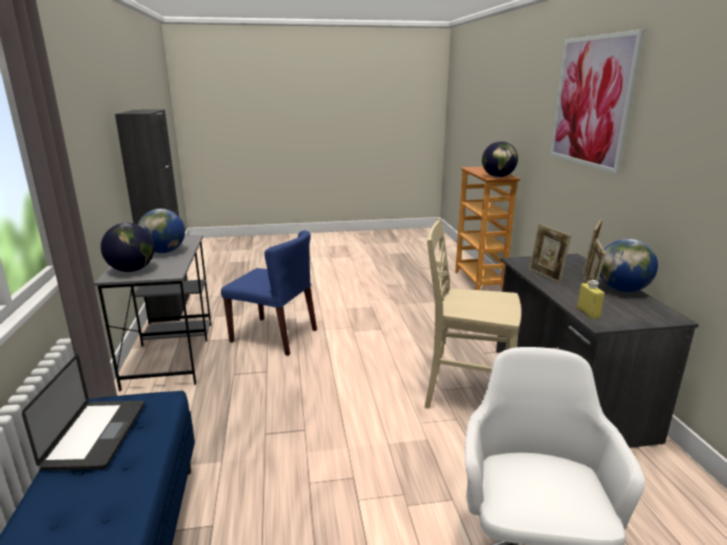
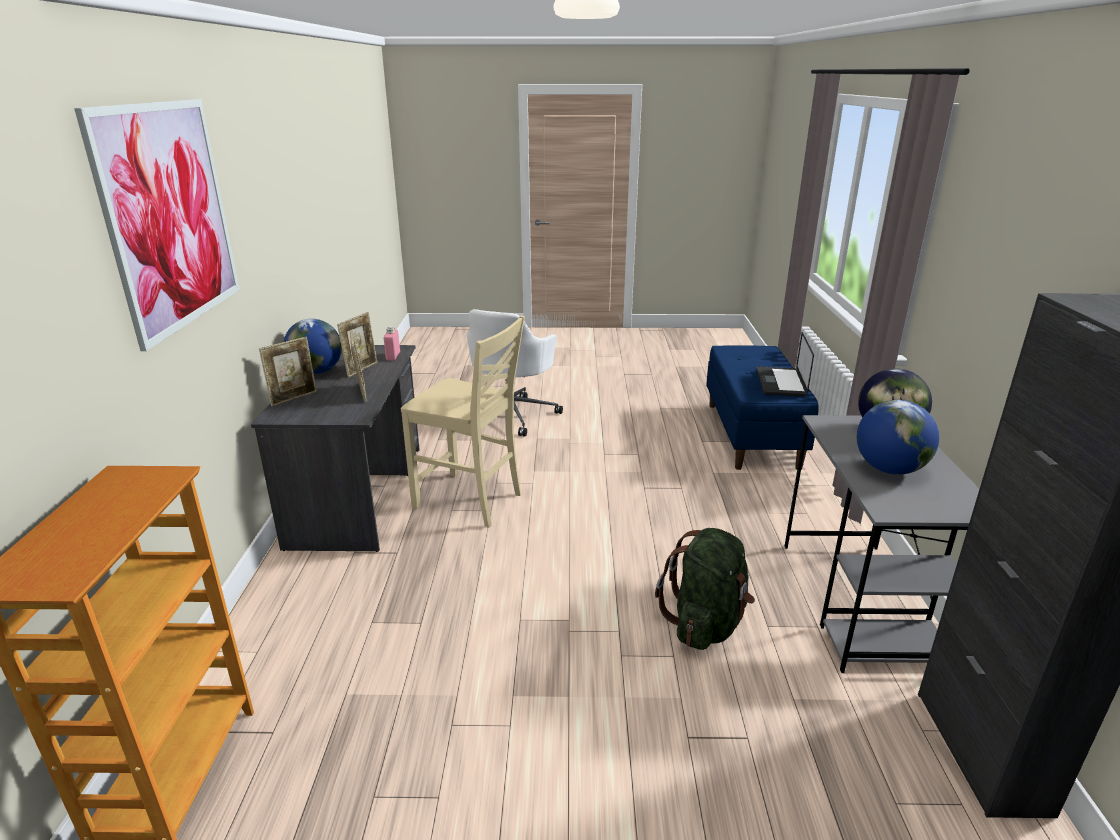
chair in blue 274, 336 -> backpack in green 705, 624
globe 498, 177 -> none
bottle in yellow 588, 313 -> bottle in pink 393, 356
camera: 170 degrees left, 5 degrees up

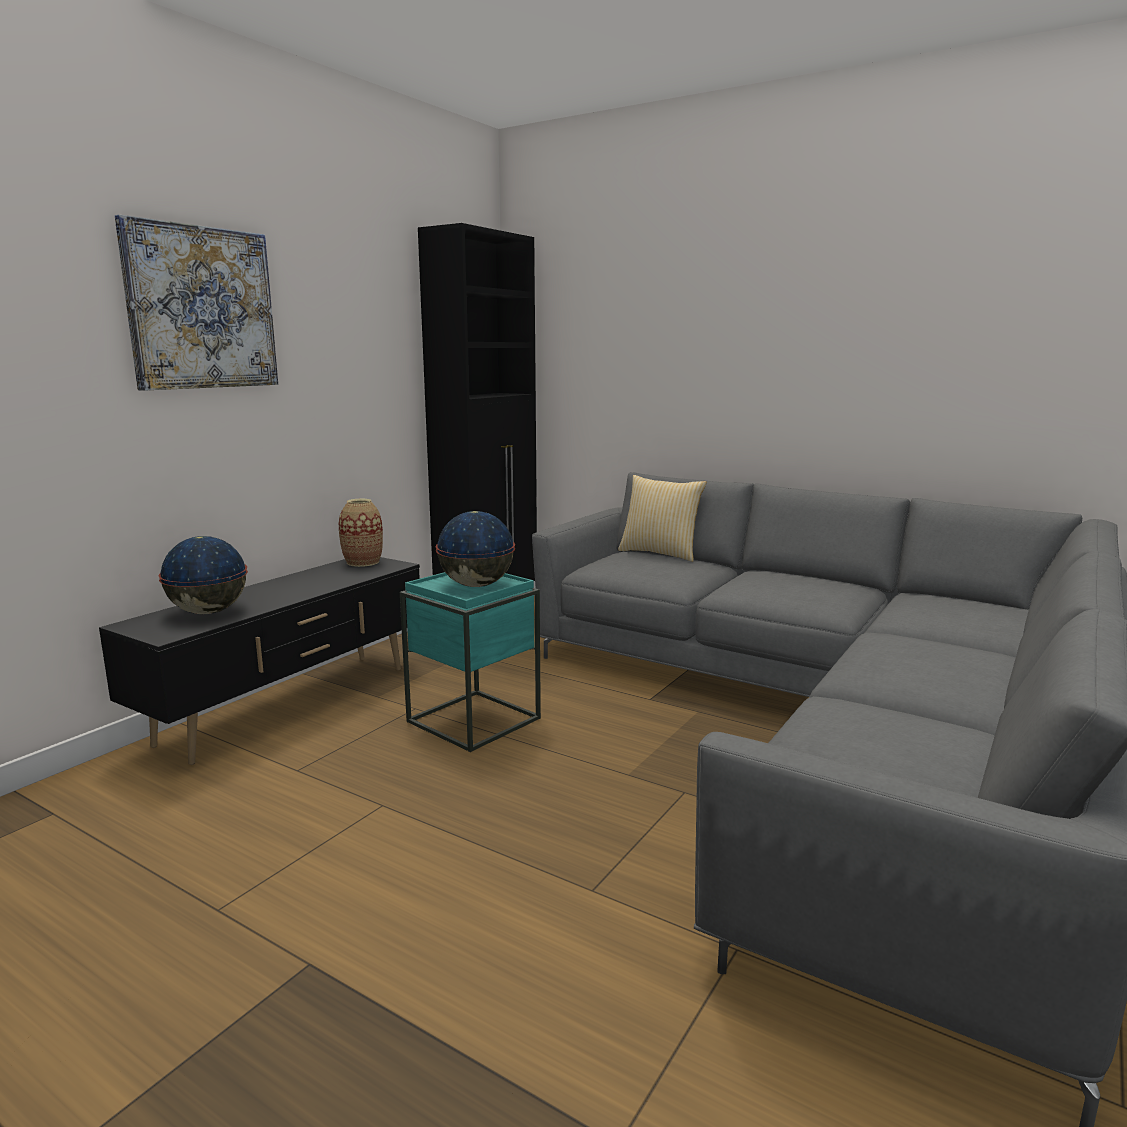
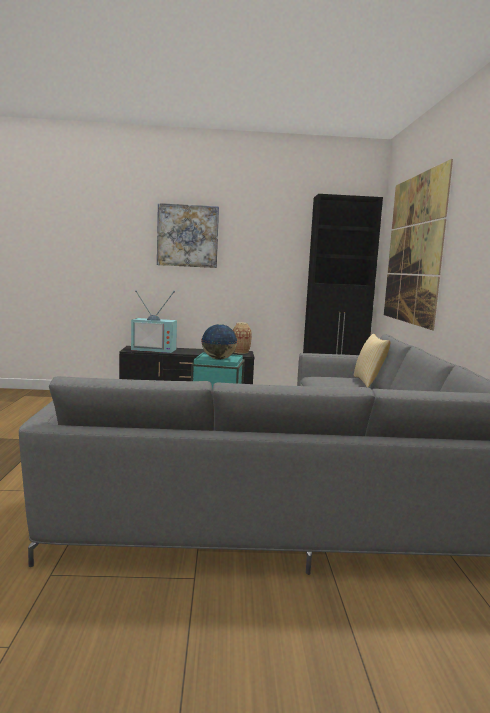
globe 208, 612 -> television 155, 349
none -> picture 413, 249
camera: 55 degrees right, 5 degrees down

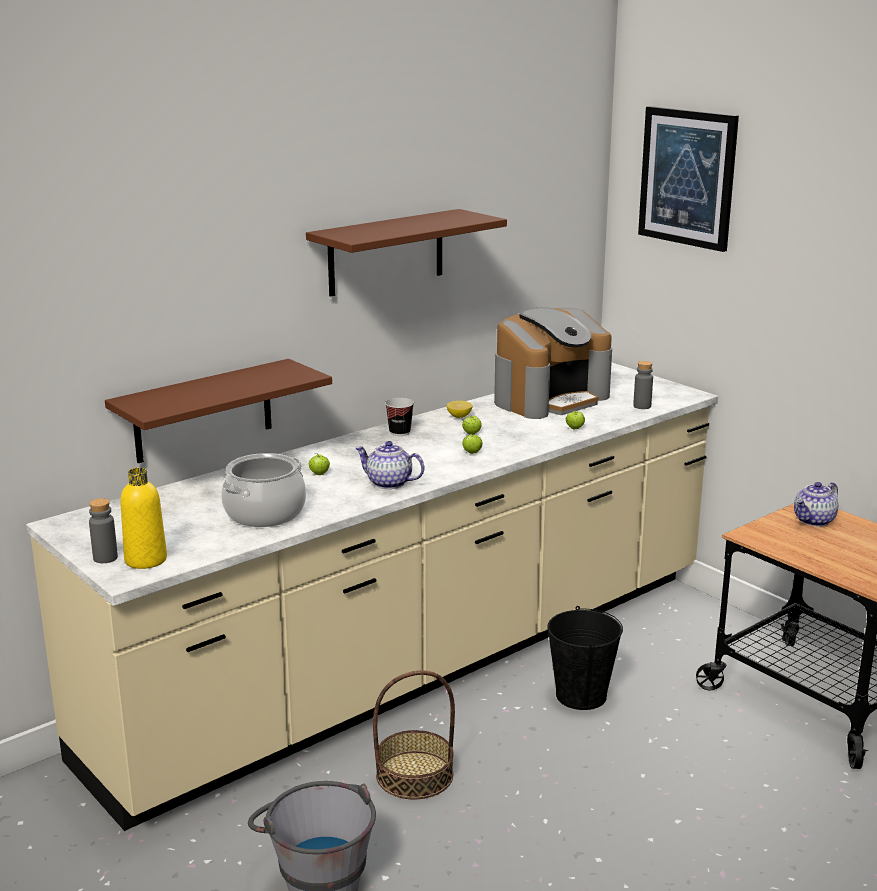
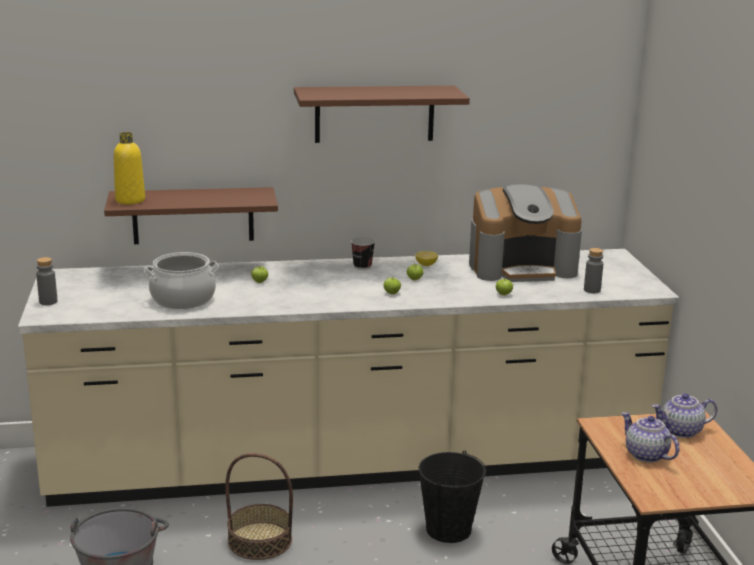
bottle in yellow 146, 560 -> bottle in yellow 130, 200, moved
teapot 388, 483 -> teapot 645, 455, moved
picture 687, 177 -> none
camera: 30 degrees right, 0 degrees up

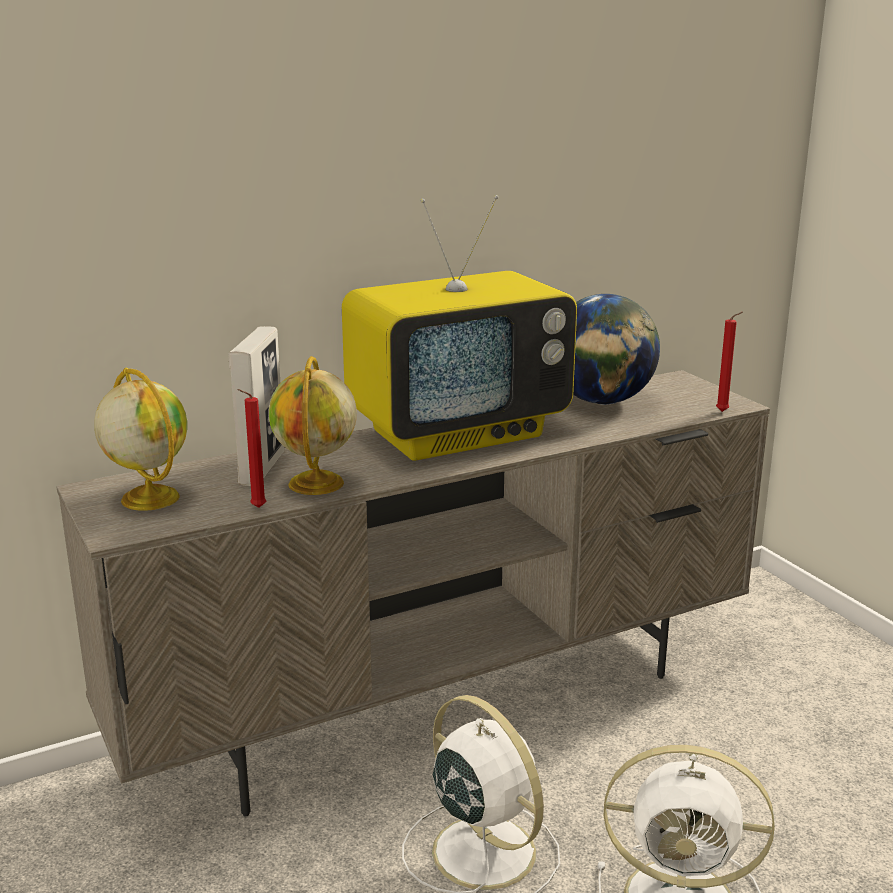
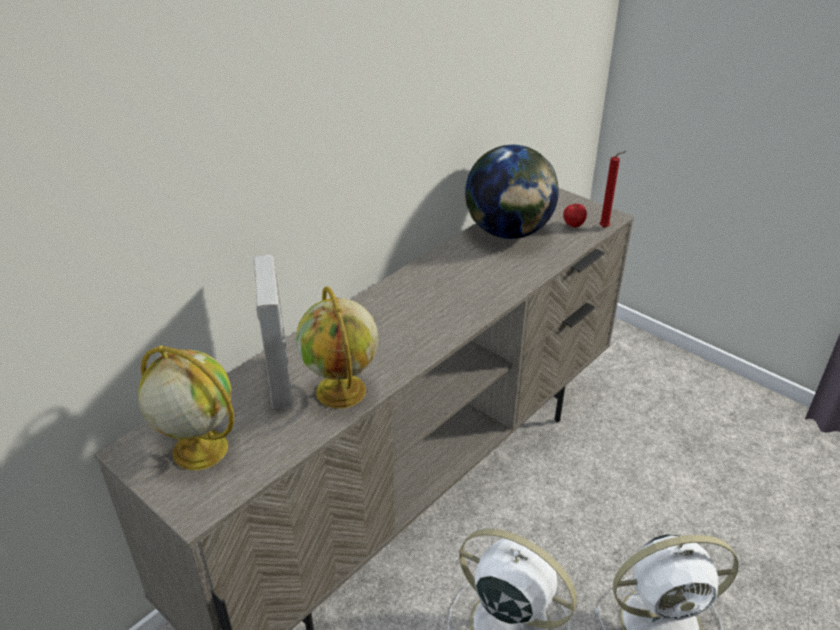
candle in red 256, 508 -> none
television 458, 433 -> none
none -> apple 573, 226
camera: 20 degrees left, 15 degrees up

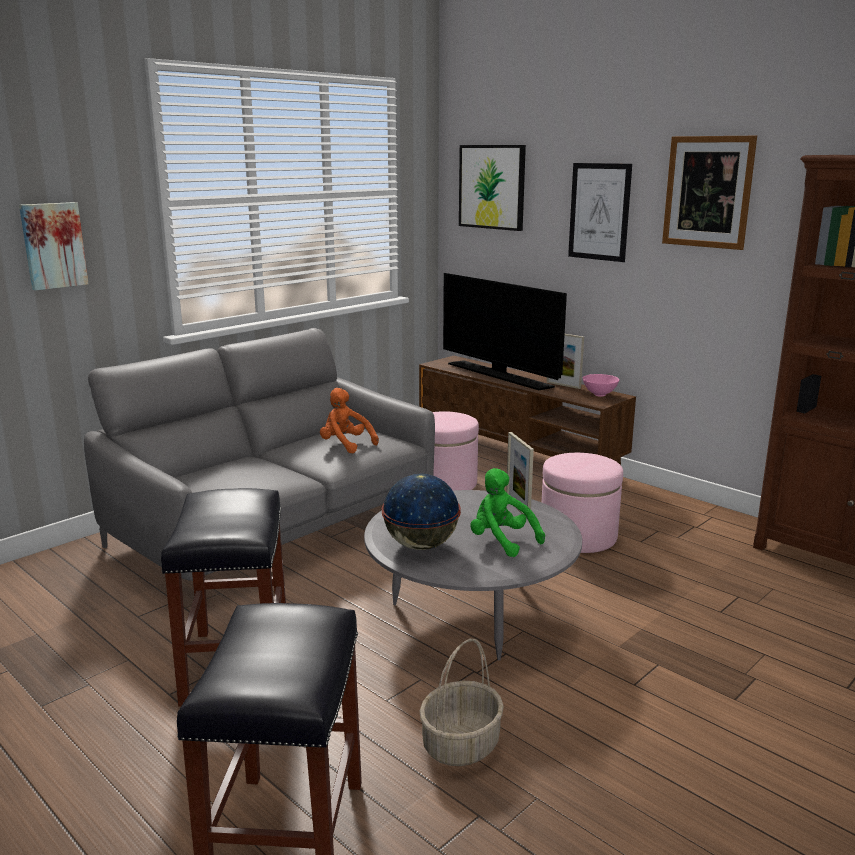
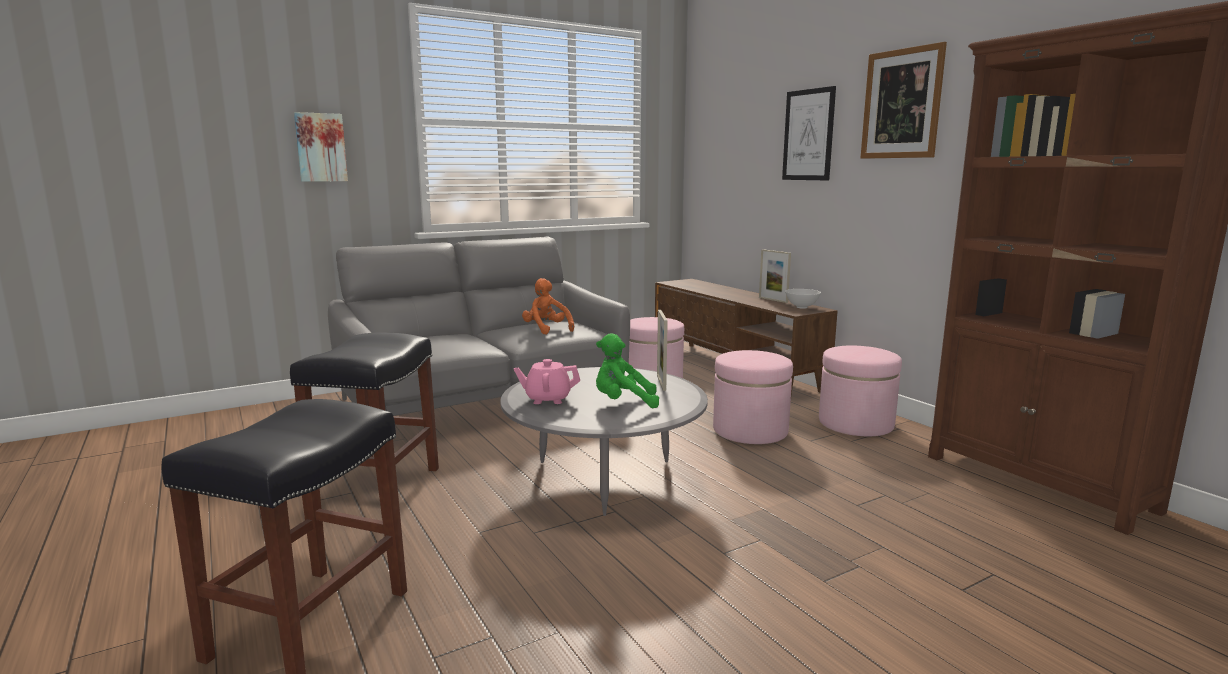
globe 421, 545 -> teapot in pink 547, 399
basket 461, 745 -> none
television 500, 375 -> none
picture 492, 187 -> none
plush toy in green 501, 541 -> plush toy in green 623, 403, 60 degrees counterclockwise
bowl in pink 600, 394 -> bowl in white 802, 307
none -> ottoman in pink 855, 423
camera: 15 degrees right, 5 degrees down

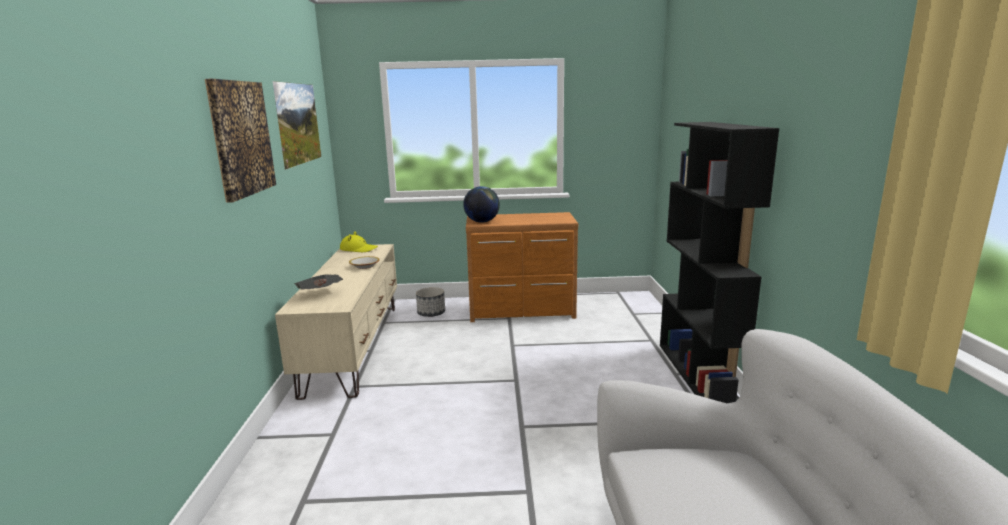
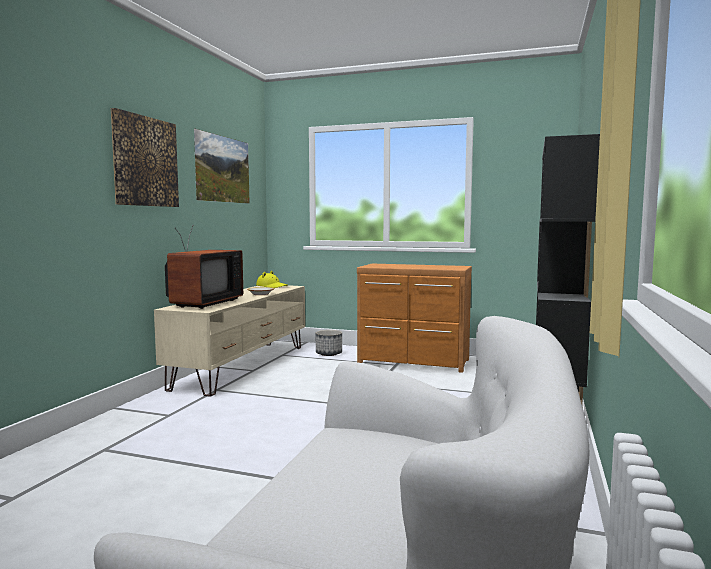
newspaper 320, 294 -> television 202, 303
globe 482, 222 -> none
camera: 20 degrees right, 10 degrees down

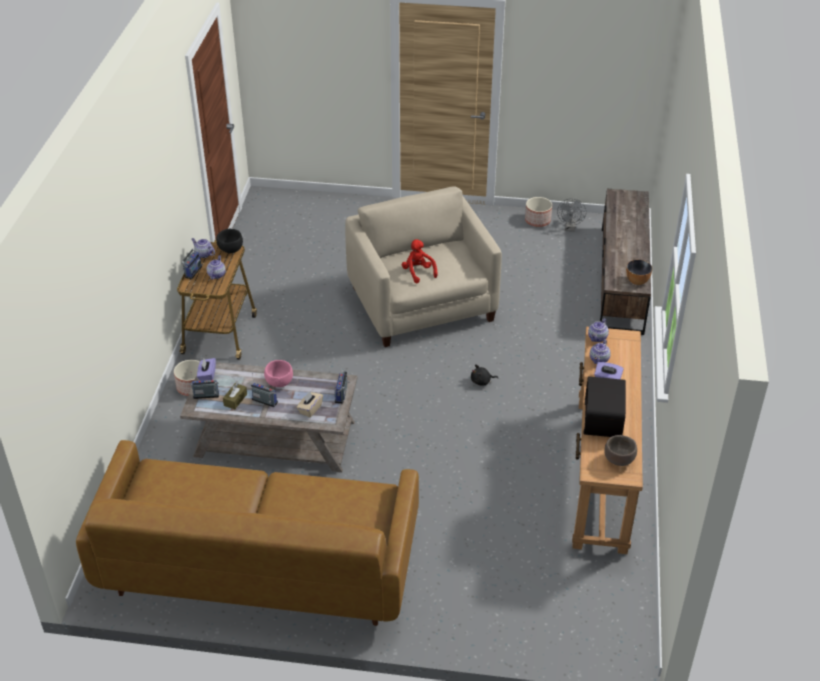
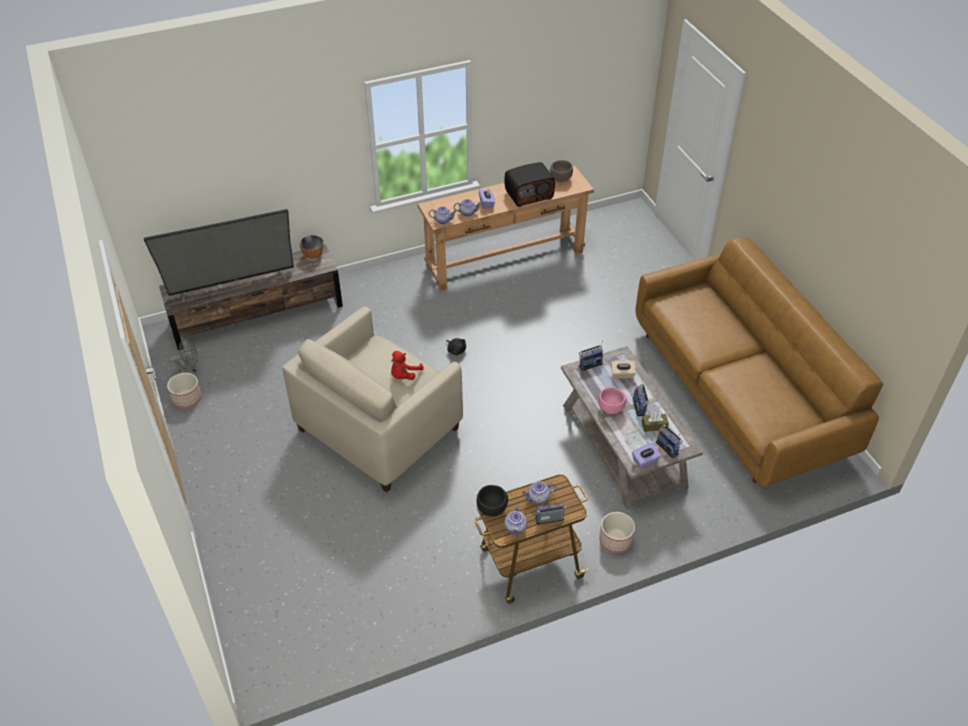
none -> television 232, 283
camera: 120 degrees left, 5 degrees up

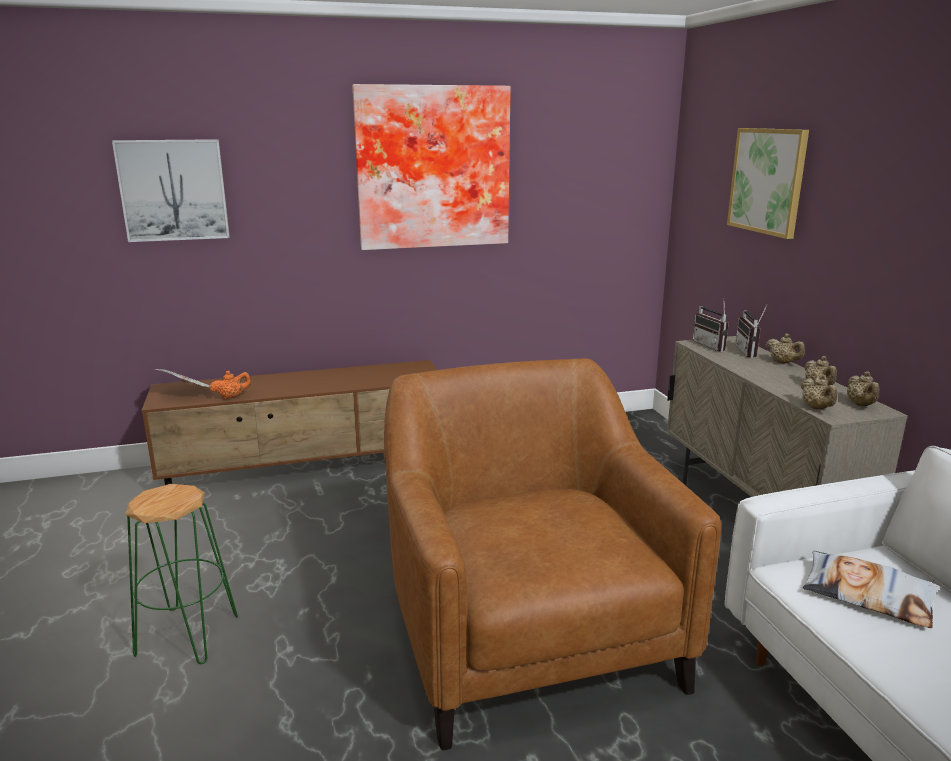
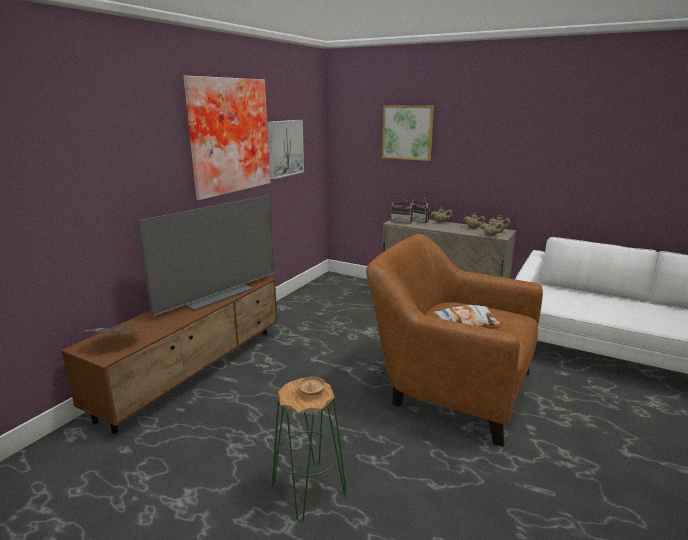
picture 173, 190 -> picture 285, 148, moved
teapot in orange 232, 397 -> none
pillow 868, 595 -> pillow 466, 322, moved
none -> television 215, 295
none -> bowl in brown 312, 392
camera: 45 degrees left, 0 degrees up

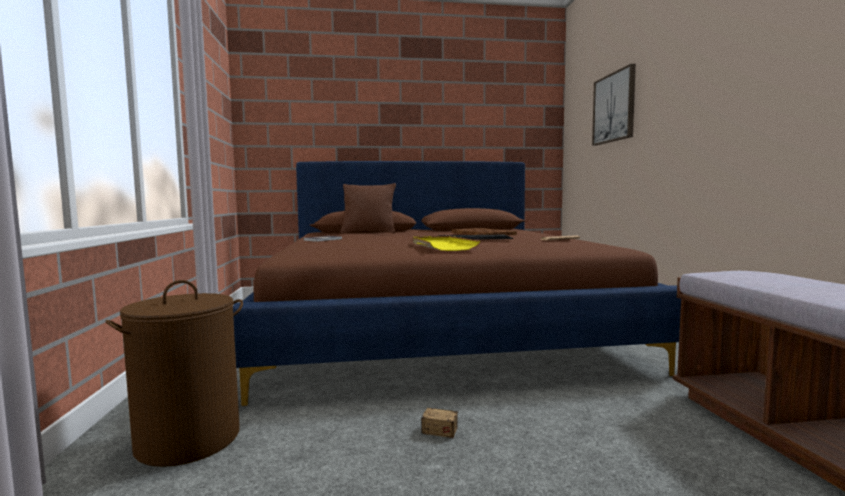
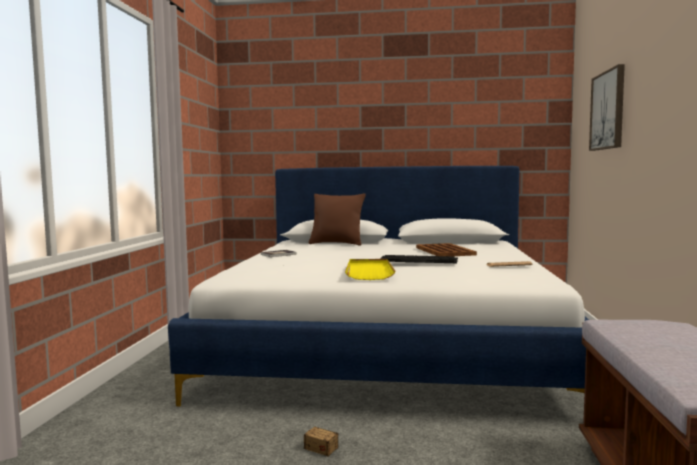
laundry basket in brown 187, 440 -> none
bed in brown 434, 325 -> bed in white 388, 344
camera: 15 degrees right, 0 degrees up

